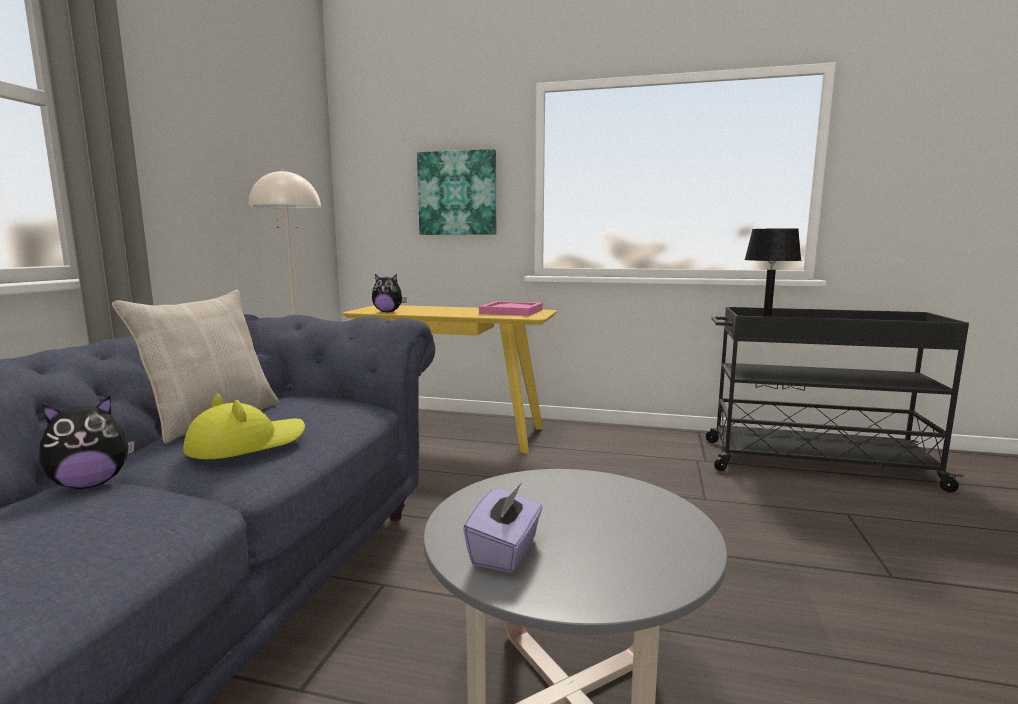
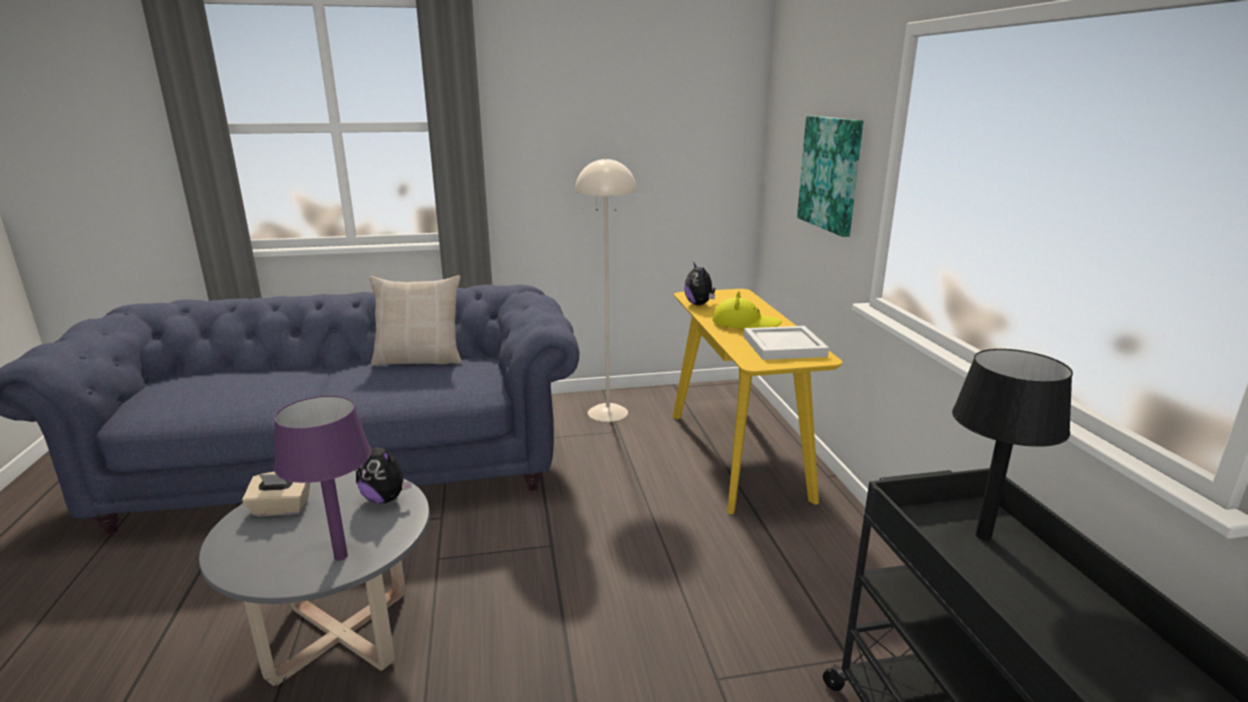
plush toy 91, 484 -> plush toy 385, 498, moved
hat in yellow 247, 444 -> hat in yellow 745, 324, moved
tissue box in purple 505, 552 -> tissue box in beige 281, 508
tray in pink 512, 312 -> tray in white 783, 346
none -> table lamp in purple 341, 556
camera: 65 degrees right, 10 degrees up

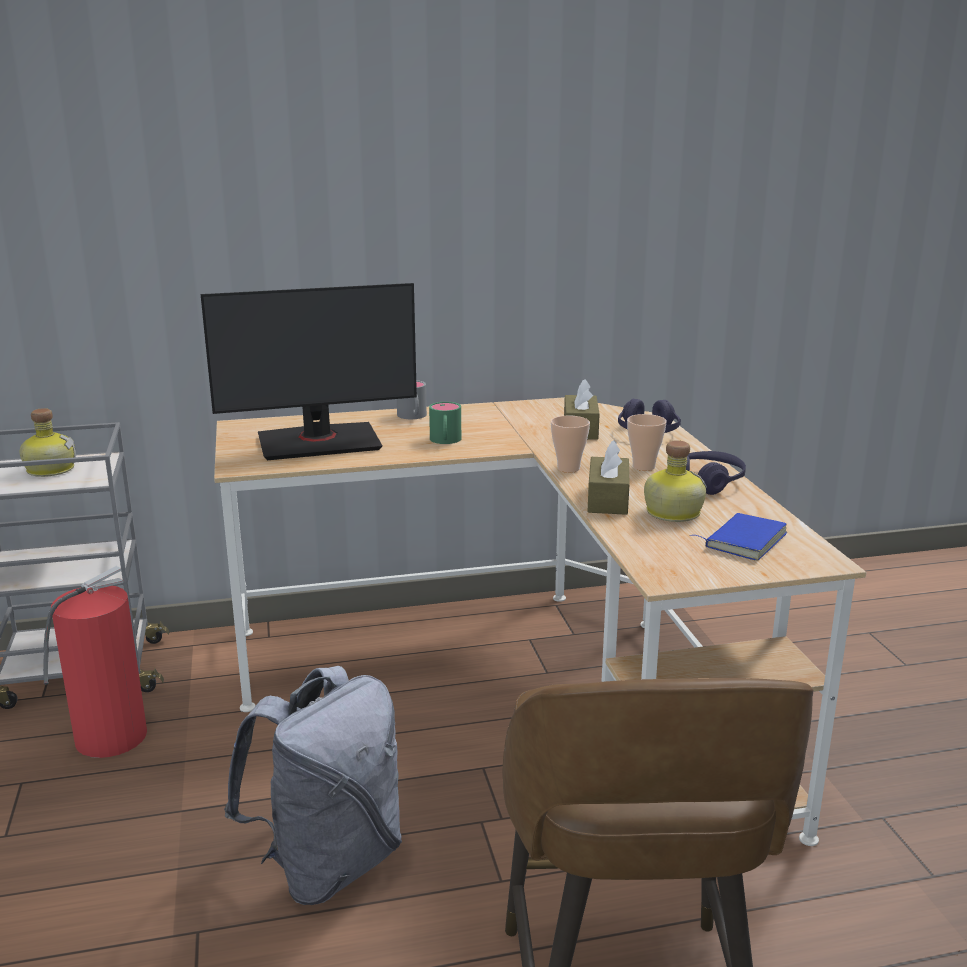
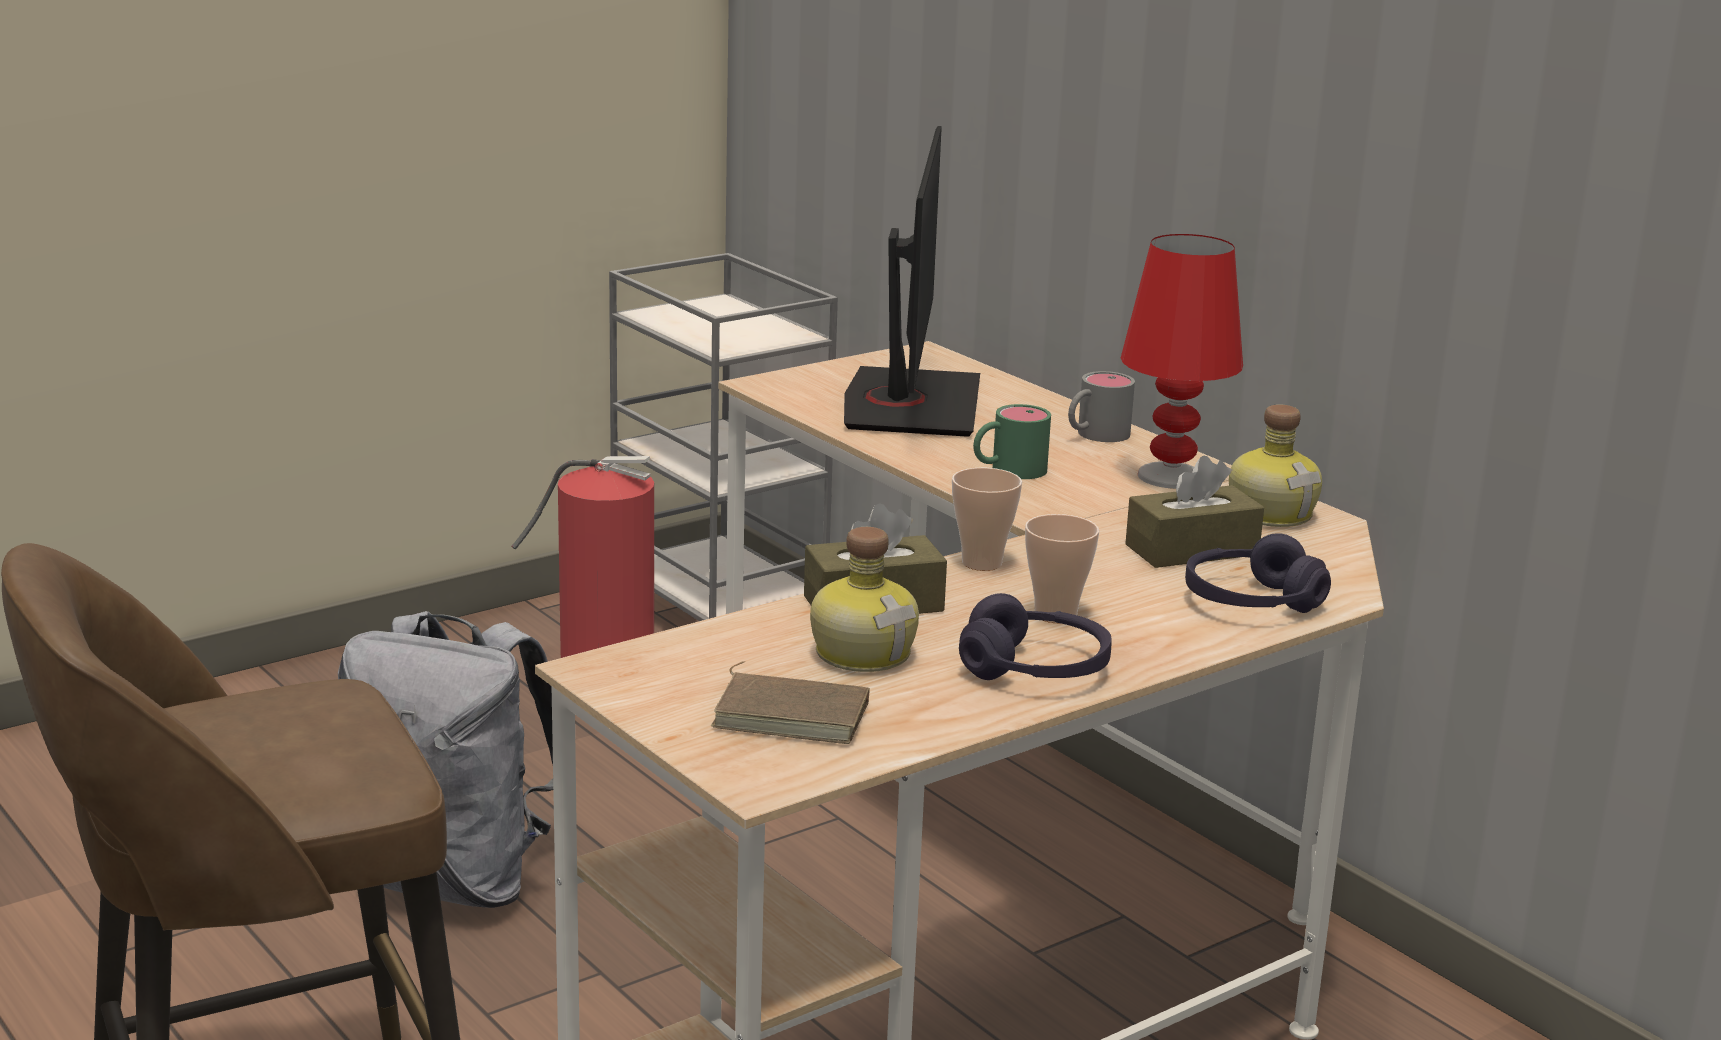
bottle 49, 469 -> bottle 1271, 513, moved
monitor 319, 442 -> monitor 910, 404, 135 degrees counterclockwise
book in blue 743, 540 -> book in brown 793, 714
none -> table lamp in red 1171, 476
camera: 65 degrees right, 0 degrees up

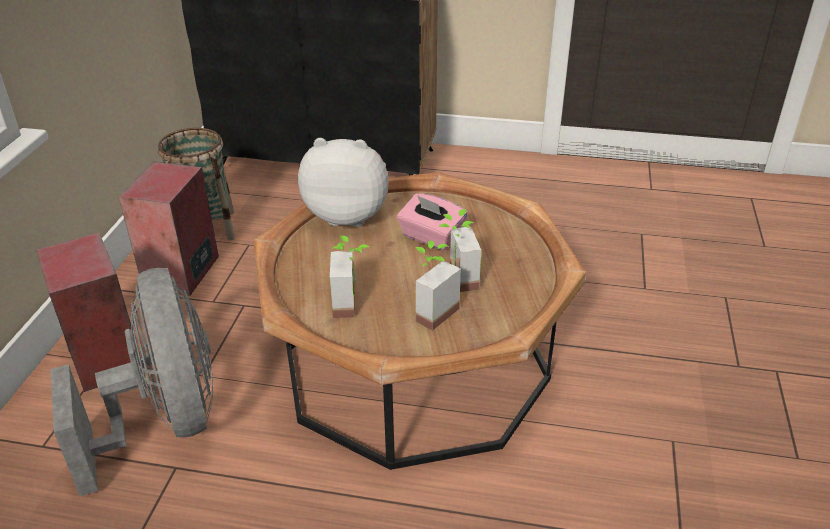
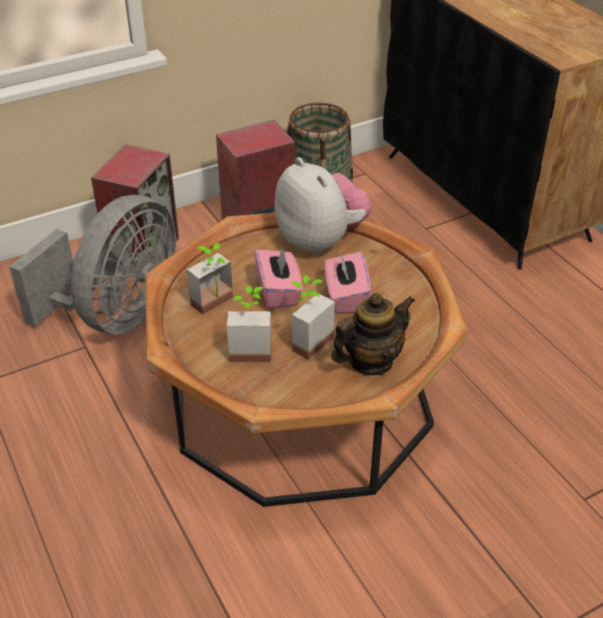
none -> tissue box in pink 279, 292
none -> teapot 370, 361
camera: 50 degrees right, 5 degrees up

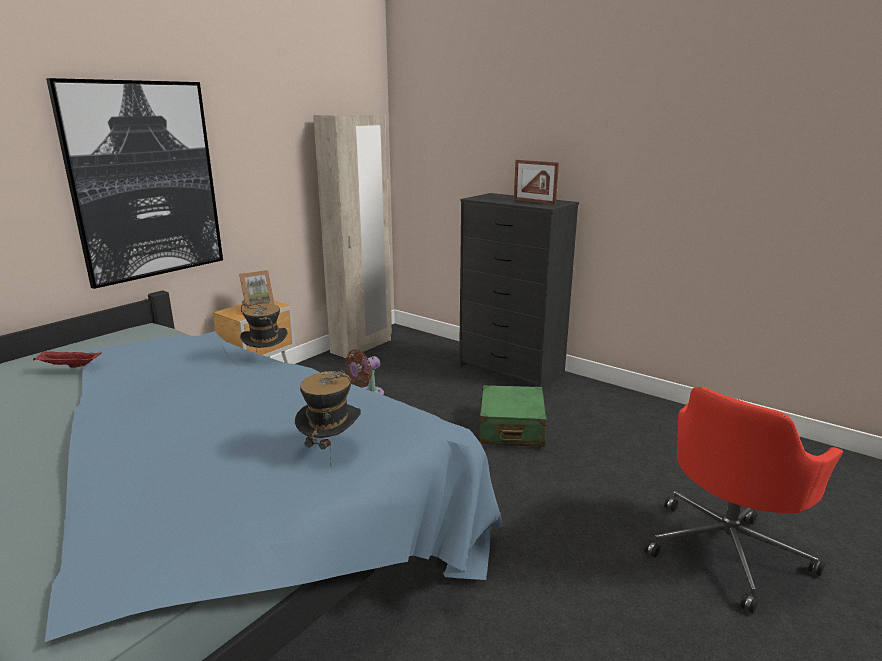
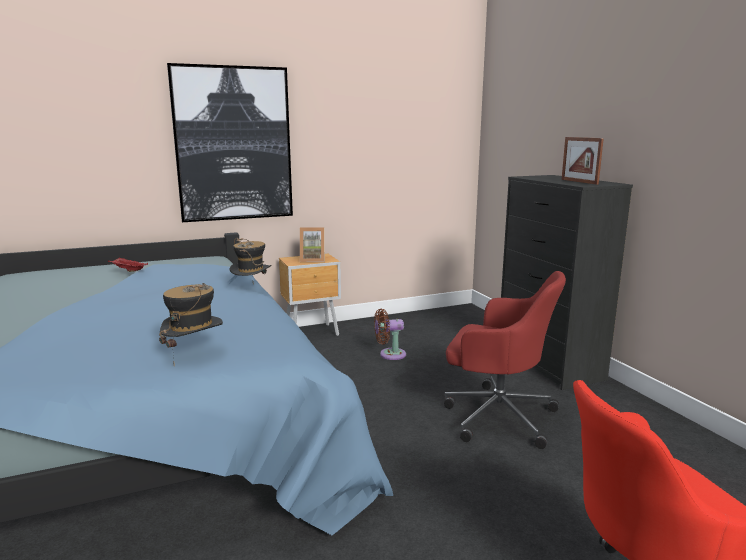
wardrobe in beige 362, 346 -> none
suitcase in green 511, 428 -> office chair in red 496, 415
camera: 30 degrees right, 5 degrees down

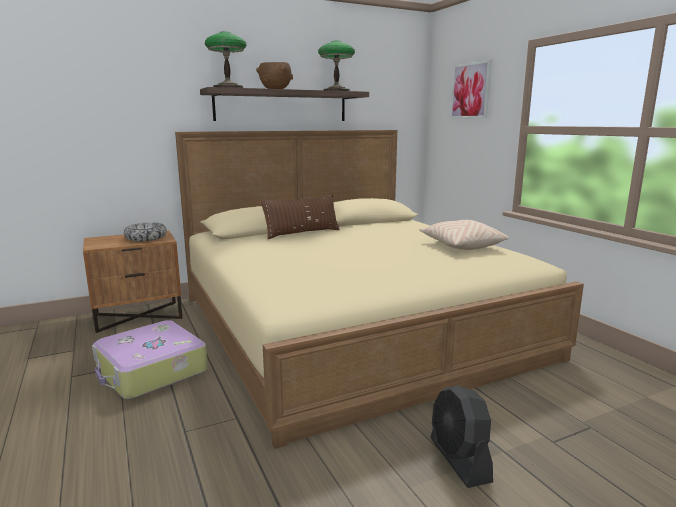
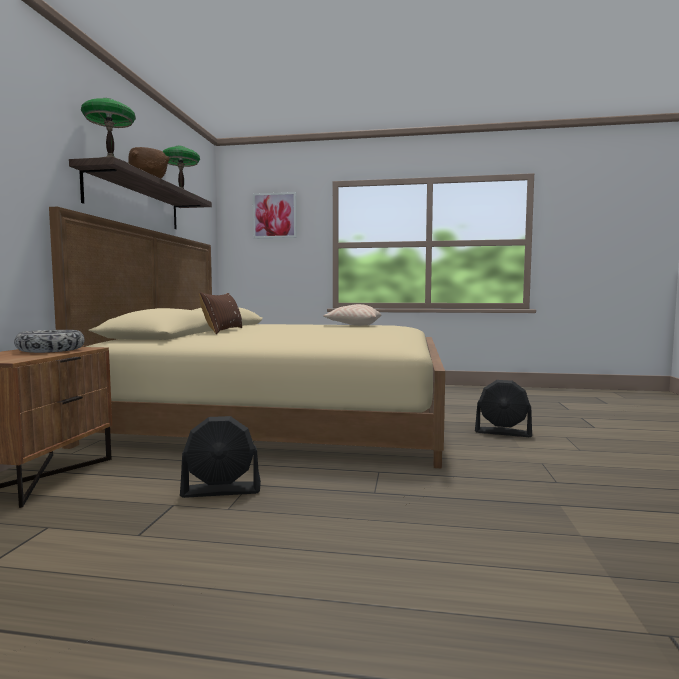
suitcase 151, 371 -> fan in black 222, 490
camera: 55 degrees left, 10 degrees down

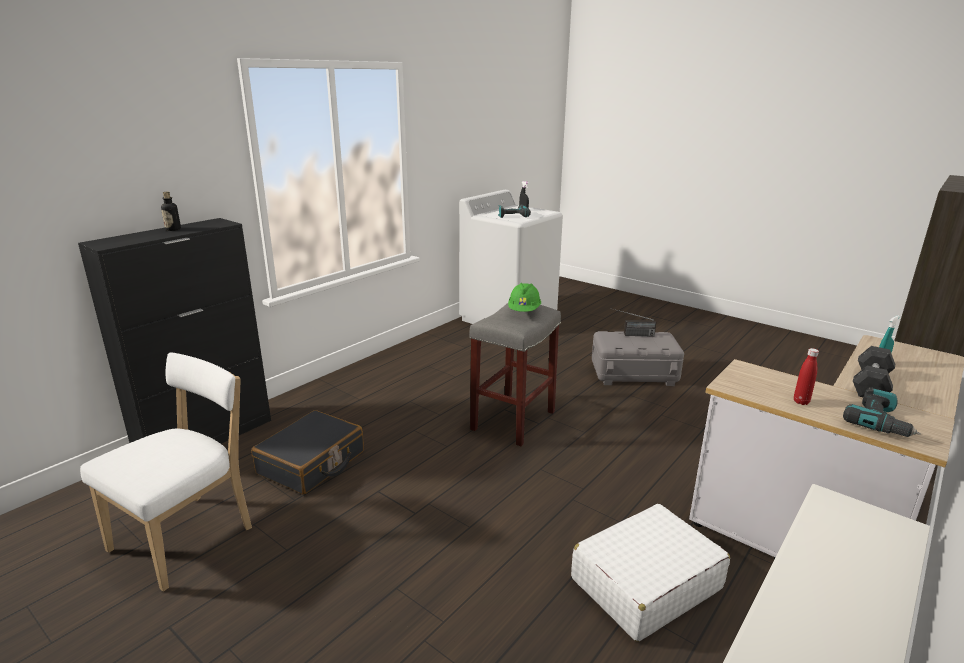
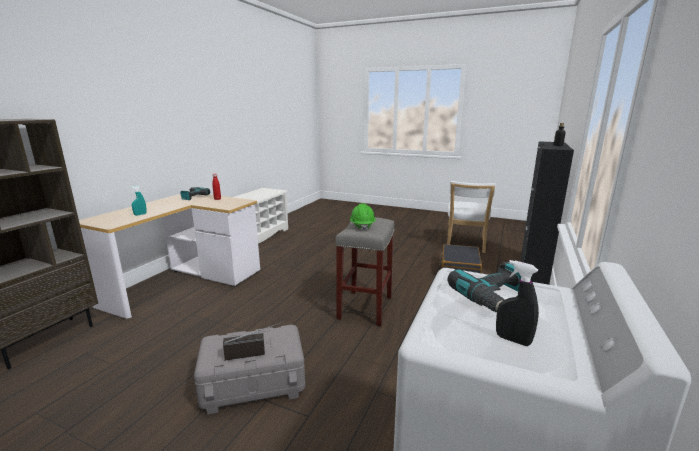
suitcase in white 645, 583 -> none
dumbbell in grey 871, 384 -> none
camera: 165 degrees right, 5 degrees down

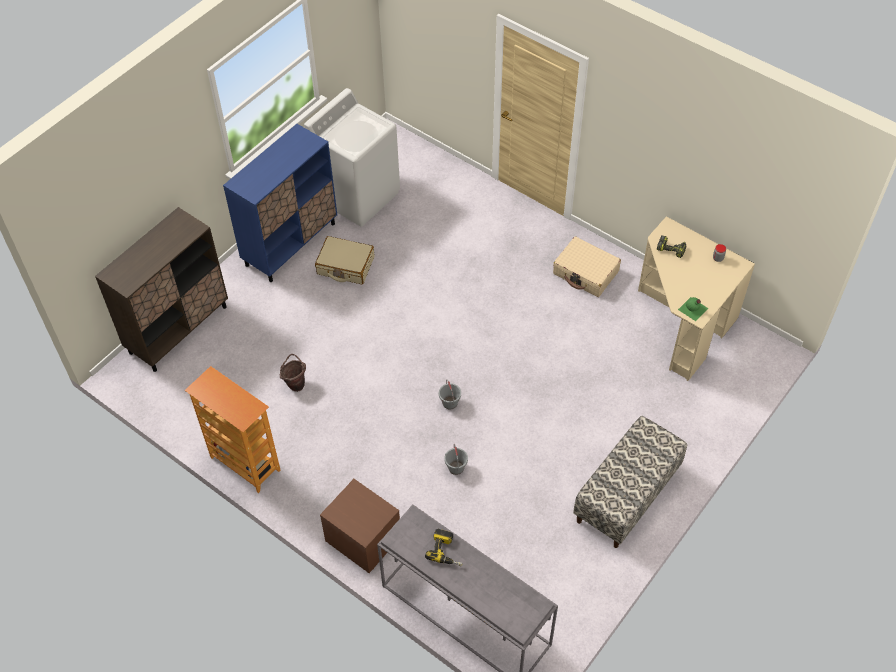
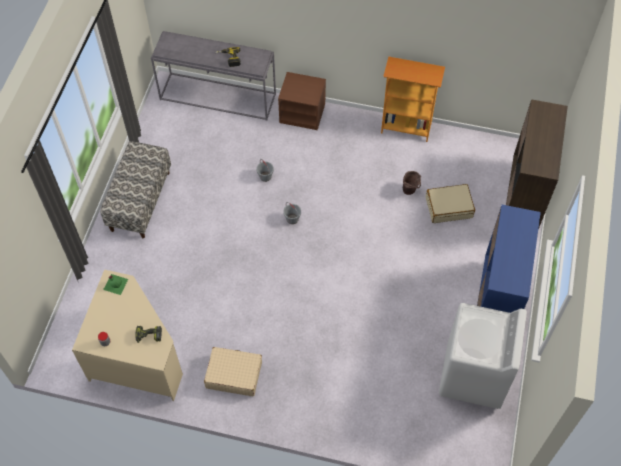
suitcase in beige 345, 266 -> suitcase in beige 449, 207, moved
camera: 155 degrees right, 5 degrees up

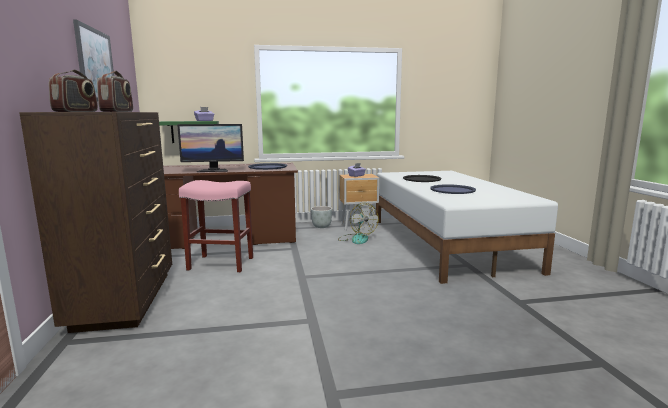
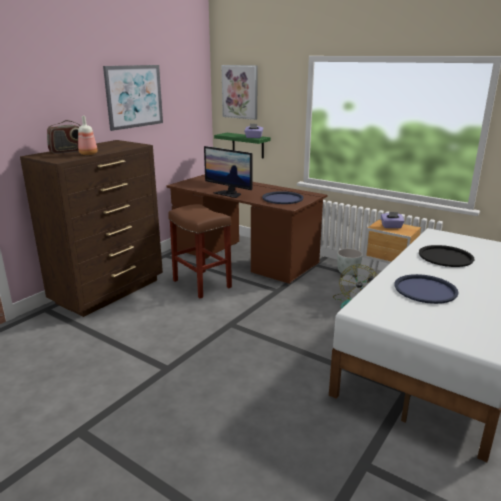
radio 117, 111 -> bottle 88, 154
stool in pink 220, 264 -> stool in brown 201, 283
none -> picture 240, 92
camera: 45 degrees right, 10 degrees up

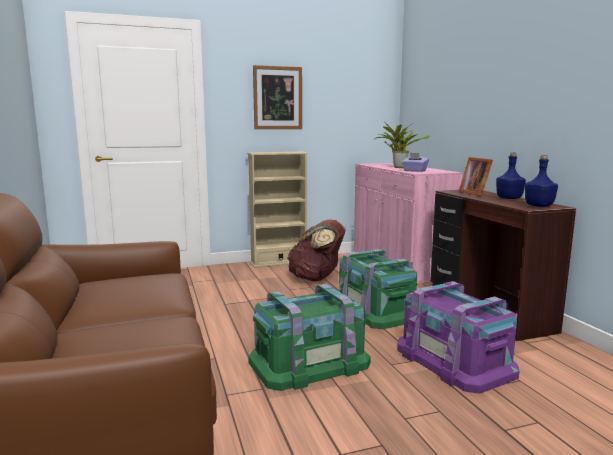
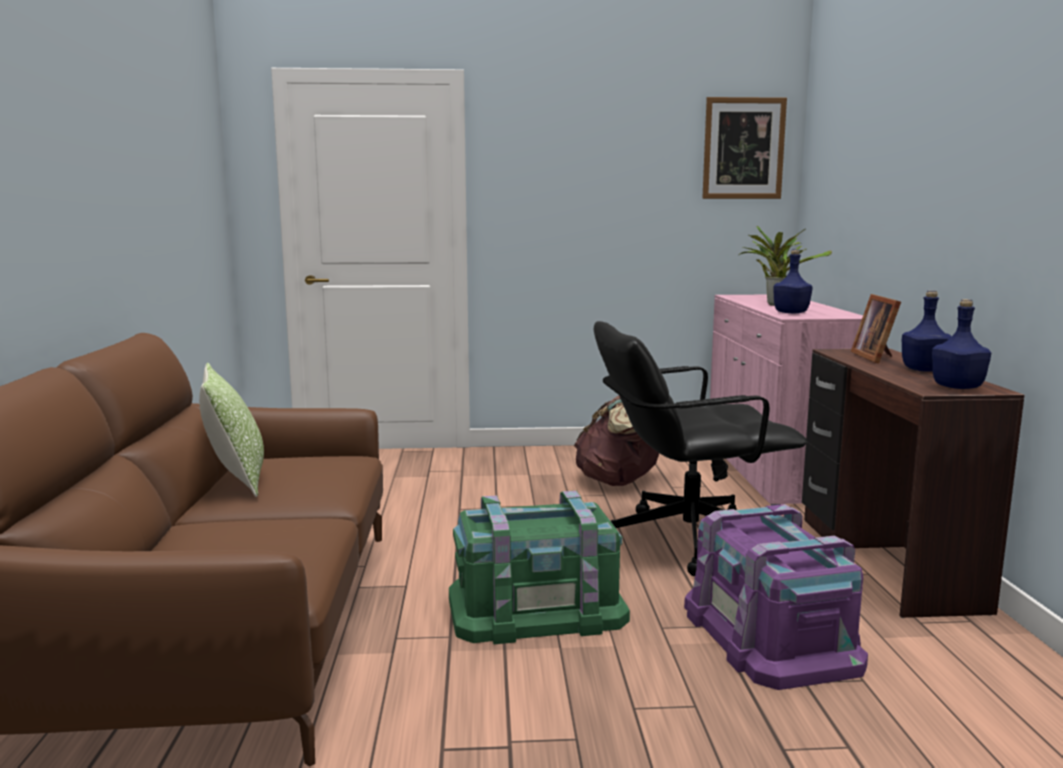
bookcase in beige 279, 262 -> none
picture 277, 98 -> picture 743, 148, moved
storage box in green 374, 309 -> office chair in black 686, 540
tissue box in purple 414, 171 -> bottle in blue 791, 313
none -> pillow 236, 479
camera: 15 degrees right, 0 degrees up

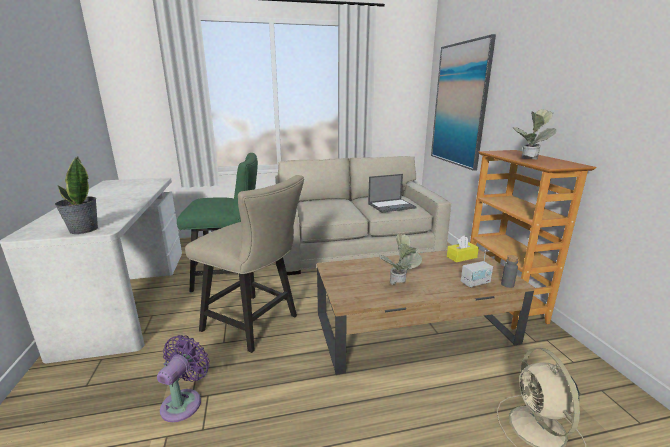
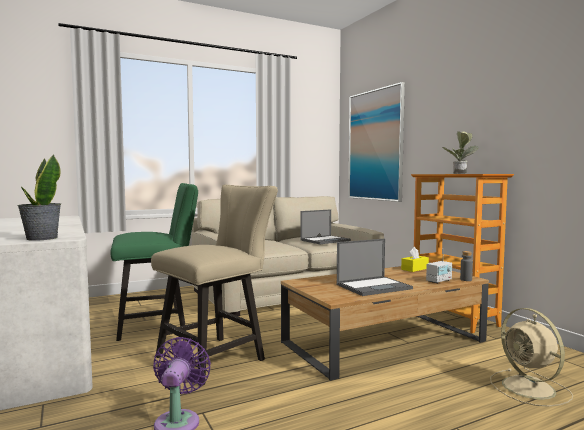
chair in beige 256, 324 -> chair in beige 217, 357, 60 degrees counterclockwise
potted plant 399, 285 -> laptop 374, 286
camera: 15 degrees left, 15 degrees down

